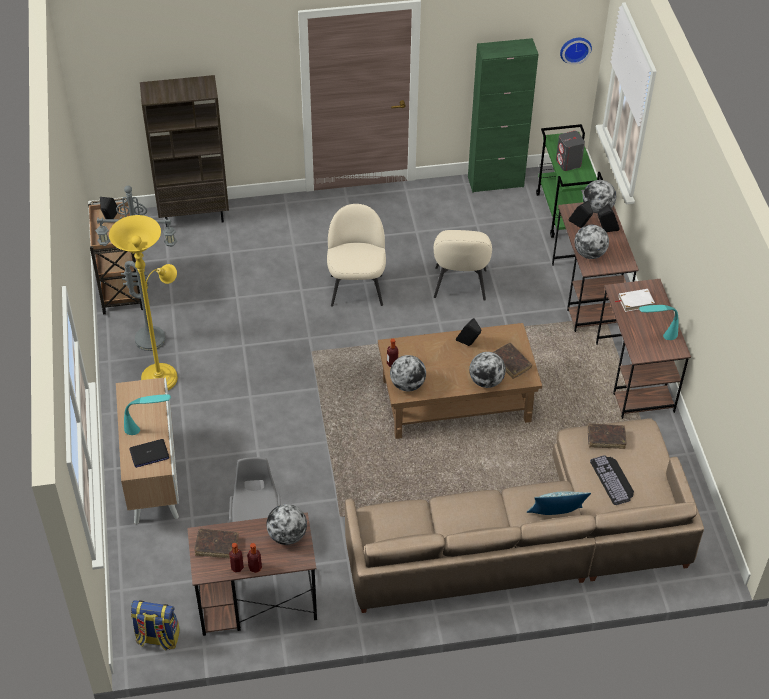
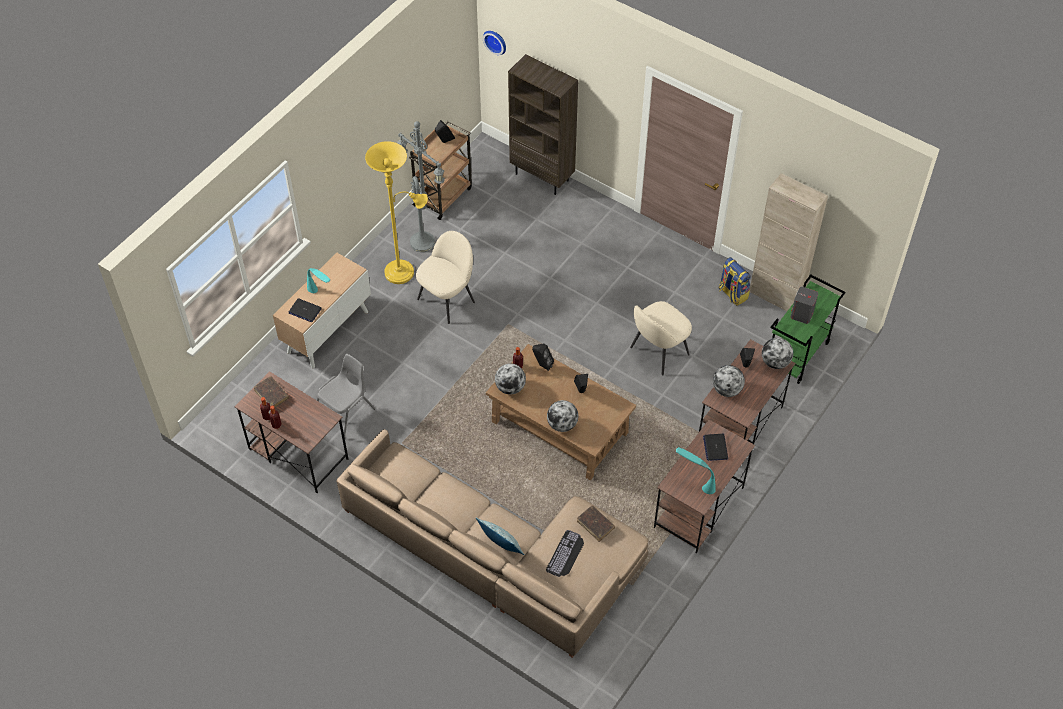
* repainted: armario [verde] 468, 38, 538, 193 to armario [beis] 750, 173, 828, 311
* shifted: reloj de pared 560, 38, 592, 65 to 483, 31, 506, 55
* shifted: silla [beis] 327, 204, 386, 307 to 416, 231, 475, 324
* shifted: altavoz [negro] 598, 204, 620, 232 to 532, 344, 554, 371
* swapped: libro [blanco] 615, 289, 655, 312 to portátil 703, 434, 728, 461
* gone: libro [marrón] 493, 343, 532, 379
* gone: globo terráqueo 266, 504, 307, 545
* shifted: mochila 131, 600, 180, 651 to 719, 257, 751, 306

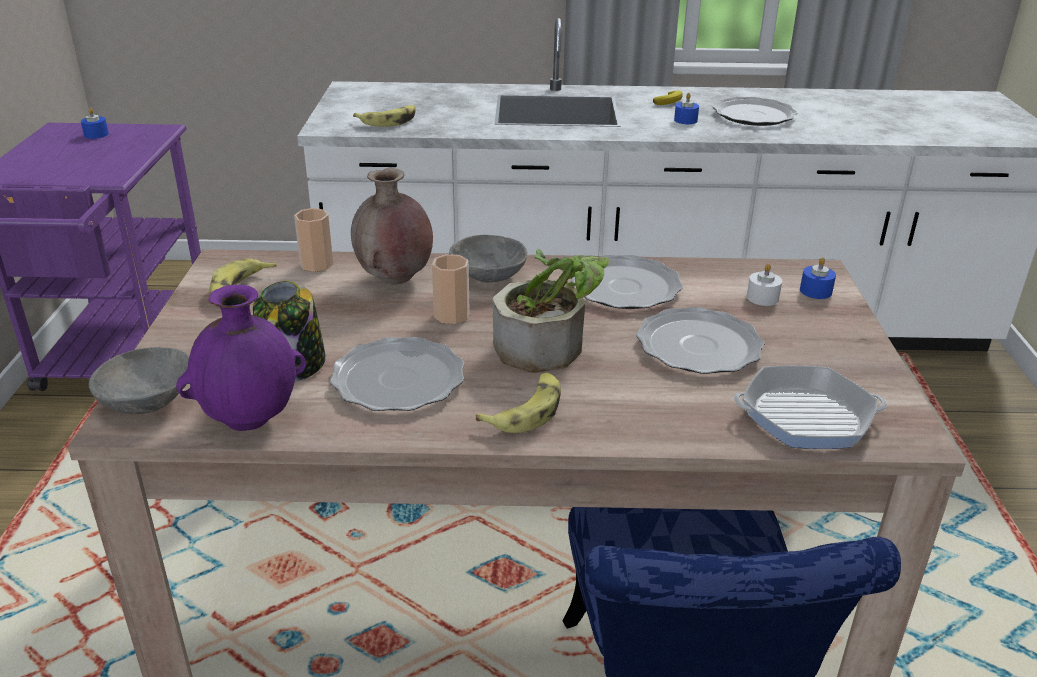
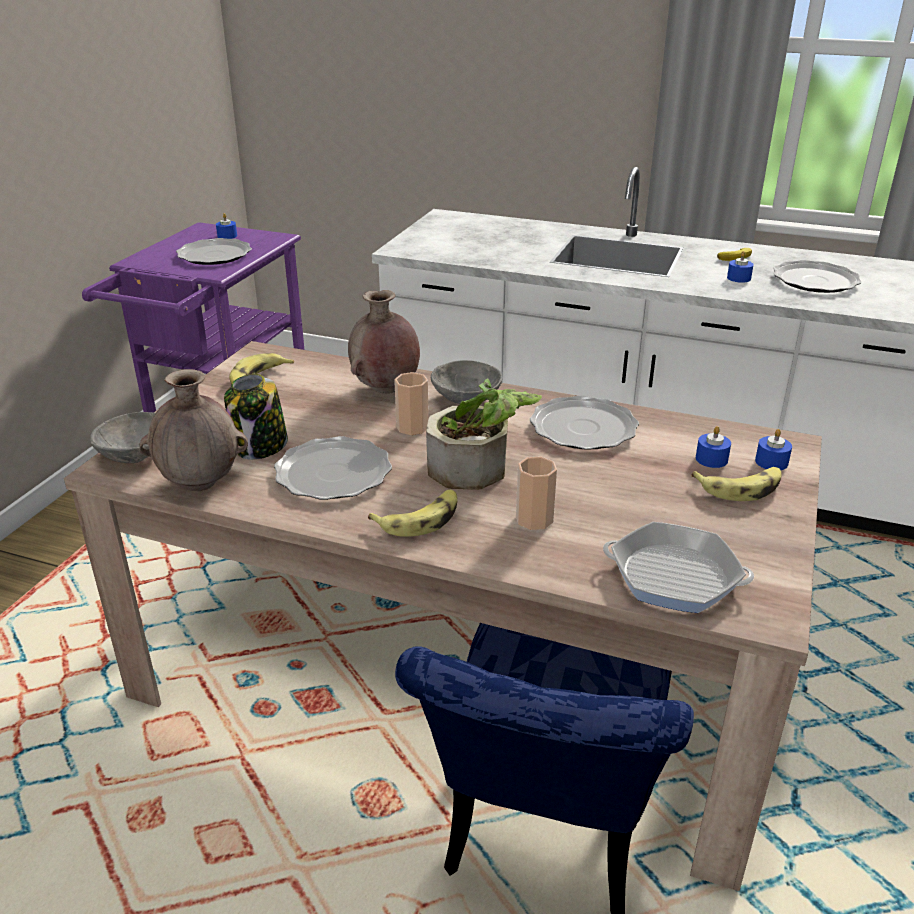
* shifted: plátano 353, 105, 416, 127 to 691, 467, 782, 501
* shifted: taza 294, 208, 333, 272 to 516, 456, 557, 530
* repainted: vela [blanco] 747, 263, 782, 306 to vela [azul] 696, 426, 731, 468
* repainted: florero [morado] 176, 285, 307, 431 to florero [marrón] 140, 369, 248, 491
* shifted: plato 636, 307, 765, 374 to 176, 238, 252, 265

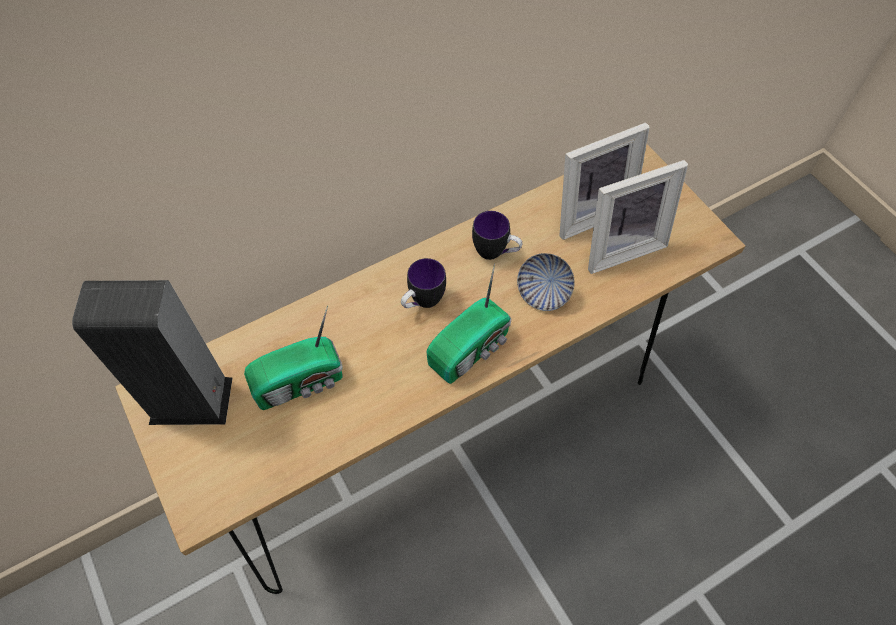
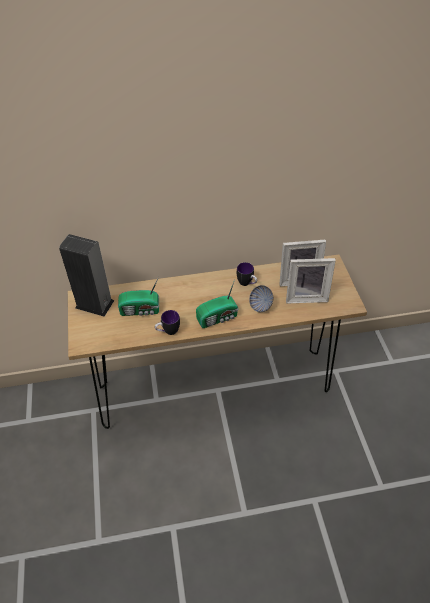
* shifted: taza grande 401, 258, 446, 308 to 155, 310, 180, 335

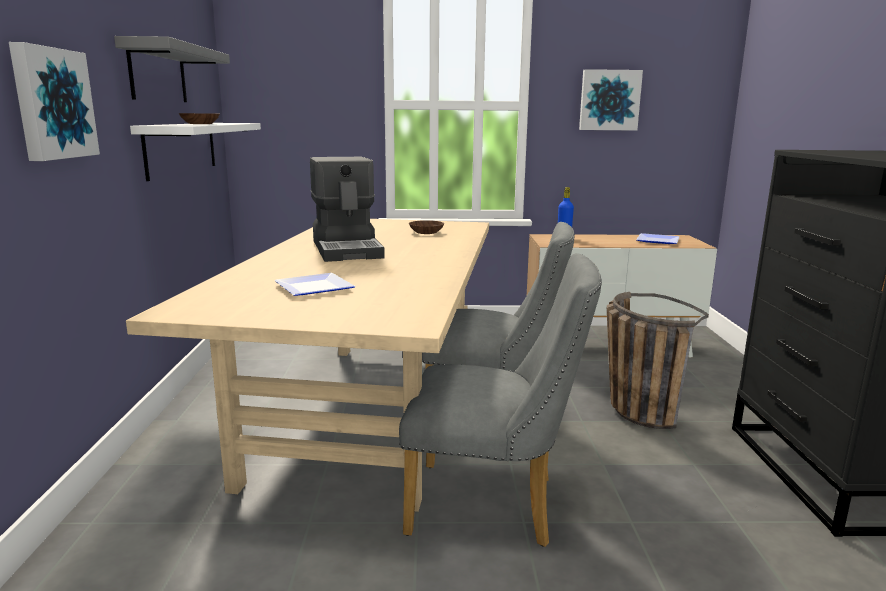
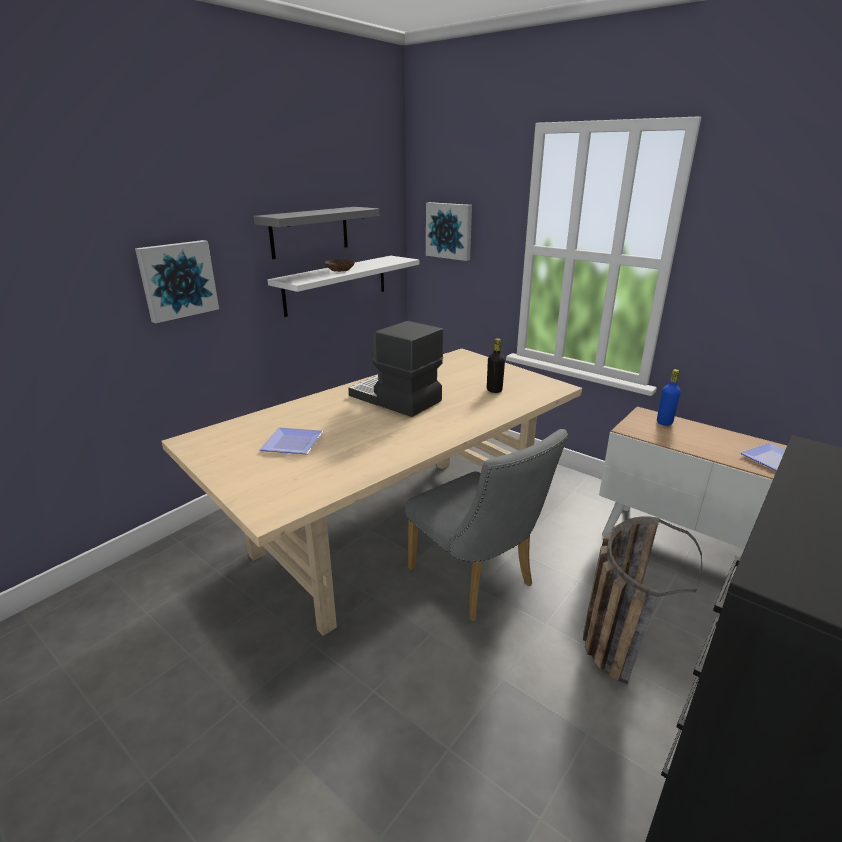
* shifted: cuadro 579, 69, 643, 131 to 426, 202, 472, 261
* rotated: cafetera 310, 157, 385, 262 = 348, 321, 443, 417 105 degrees clockwise
* swapped: cuenco [marrón] 409, 220, 444, 234 to botella [negro] 487, 338, 505, 393
* gone: silla [gris] 399, 253, 602, 547

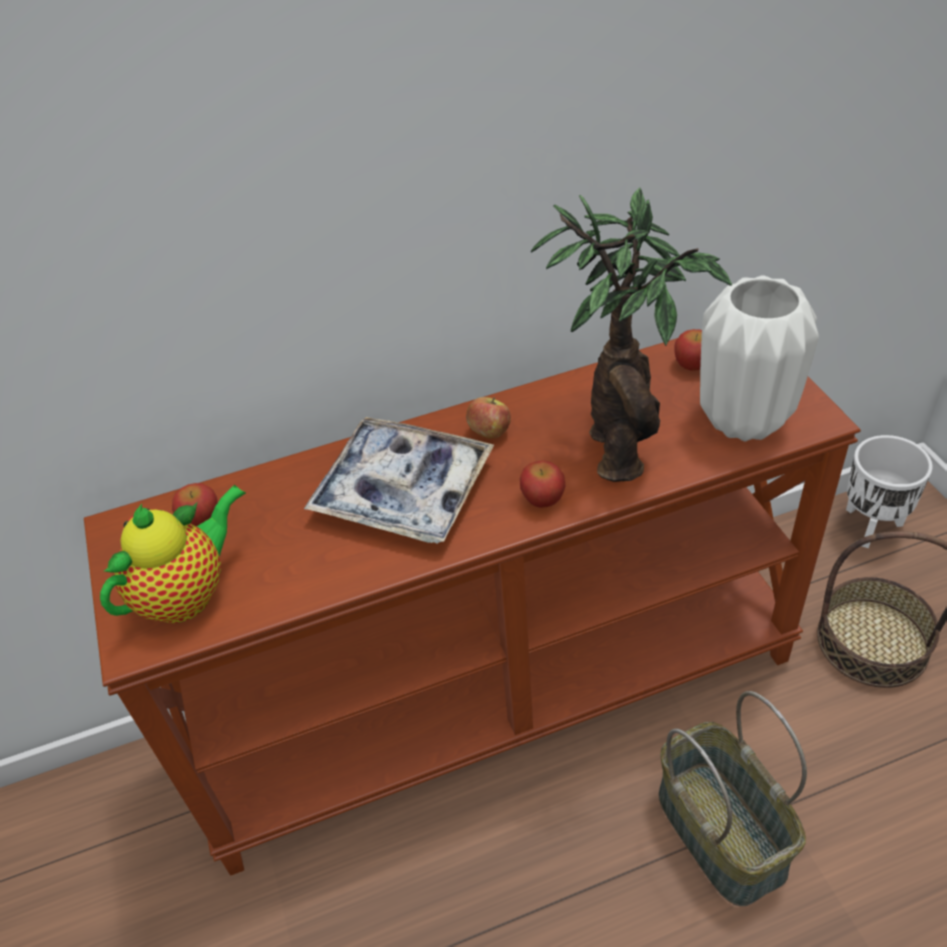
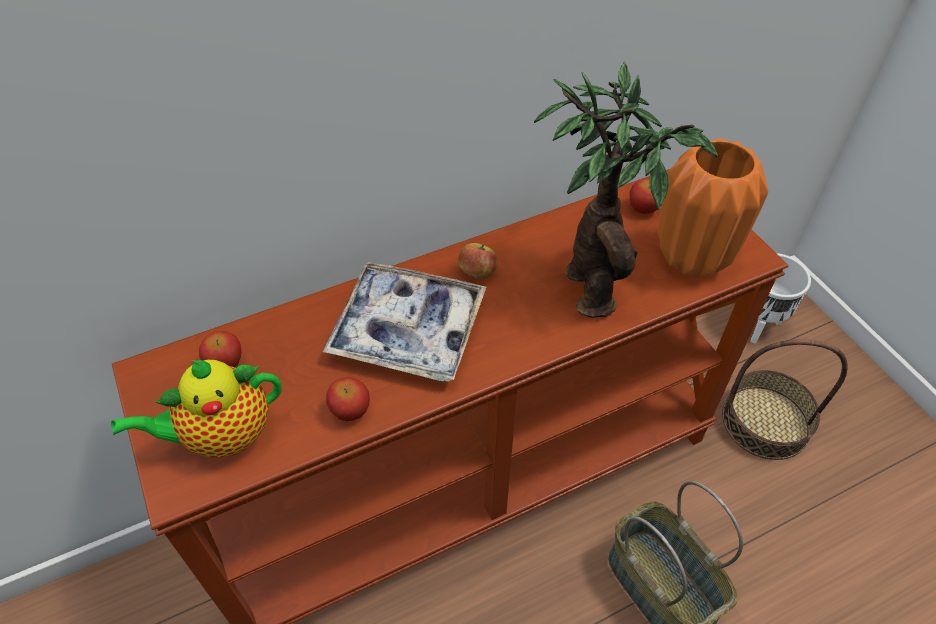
* repainted: florero [blanco] 700, 275, 819, 442 to florero [naranja] 658, 138, 769, 278
* shifted: manzana 520, 460, 565, 508 to 326, 377, 370, 421
* rotated: tetera 100, 485, 246, 623 = 111, 360, 282, 458 150 degrees counterclockwise

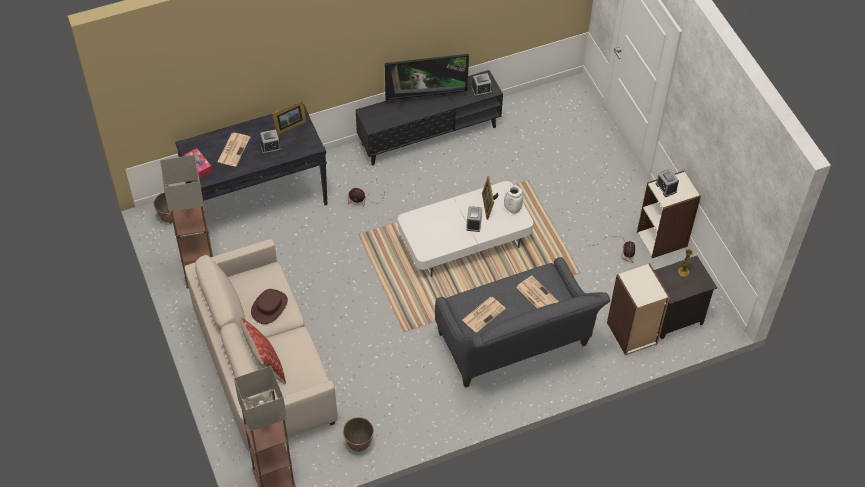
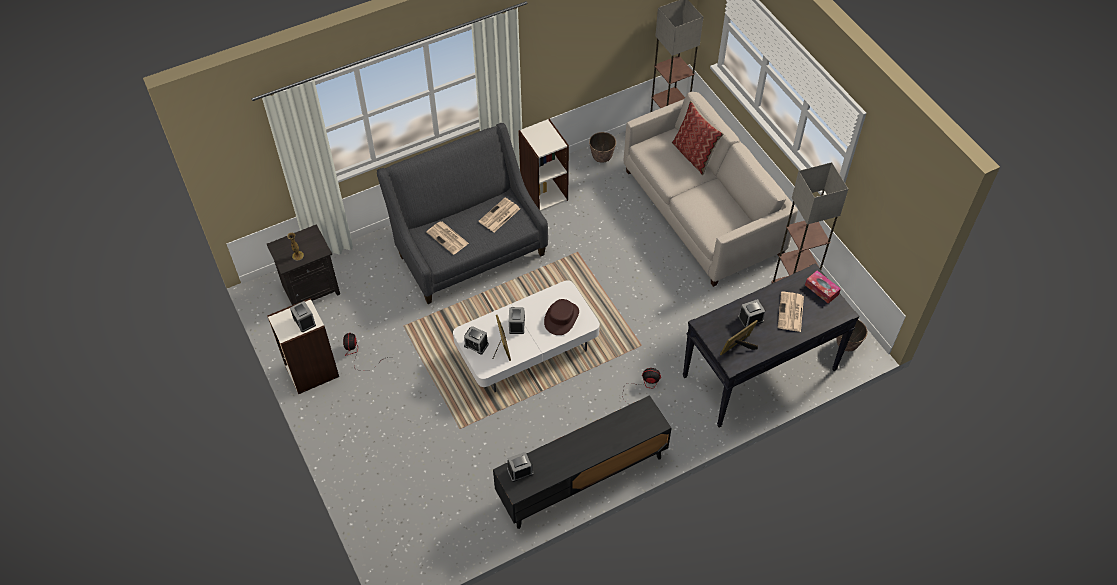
* gone: televisor 385, 54, 469, 109
* swapped: florero [blanco] 504, 185, 523, 214 to despertador 464, 326, 489, 355
* shifted: estantería 607, 263, 670, 356 to 518, 119, 569, 212
* shifted: sombrero [marrón] 251, 289, 288, 324 to 544, 299, 579, 335

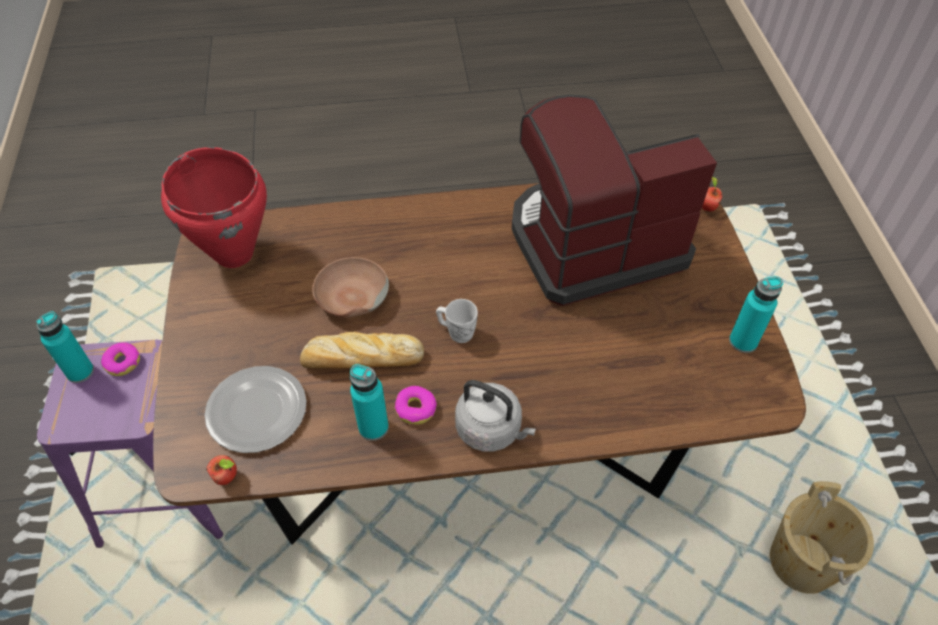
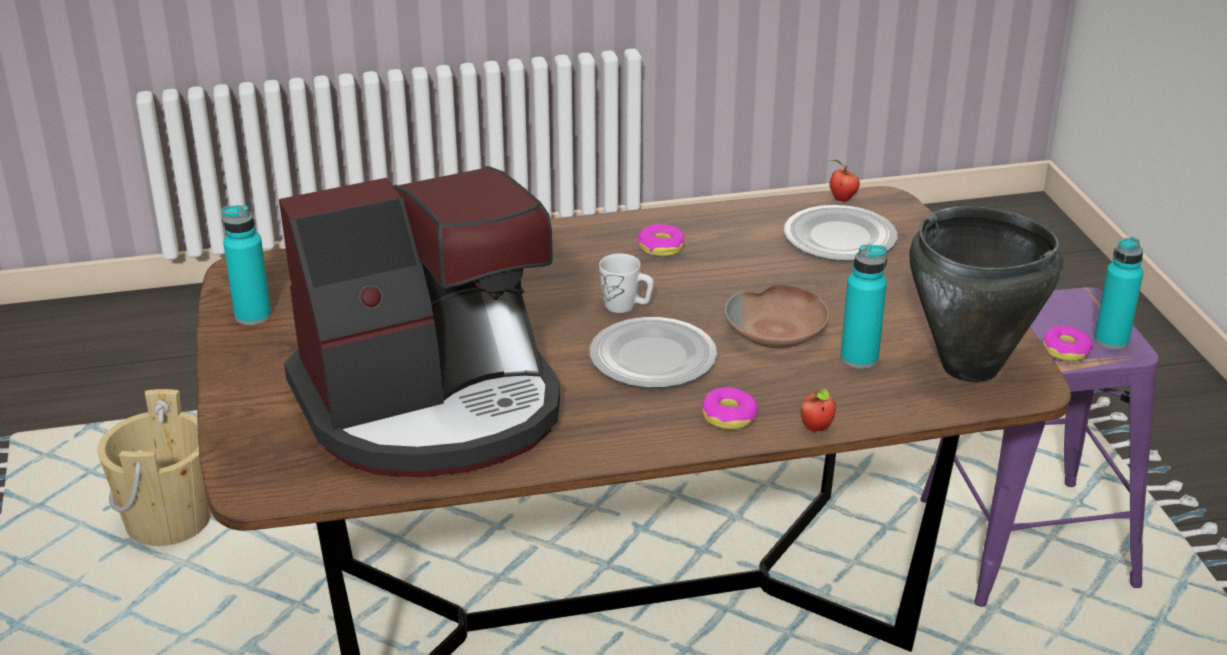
* repainted: olla [rojo] 161, 147, 267, 268 to olla [negro] 909, 206, 1063, 382
* shifted: manzana 702, 177, 722, 211 to 800, 388, 836, 432
* gone: pan 300, 332, 424, 369
* shifted: botella [turquesa] 350, 364, 389, 441 to 840, 245, 887, 369
* gone: hervidor [gris] 455, 380, 536, 452
* new: plato 590, 317, 717, 388
* new: rosquilla 701, 387, 759, 430

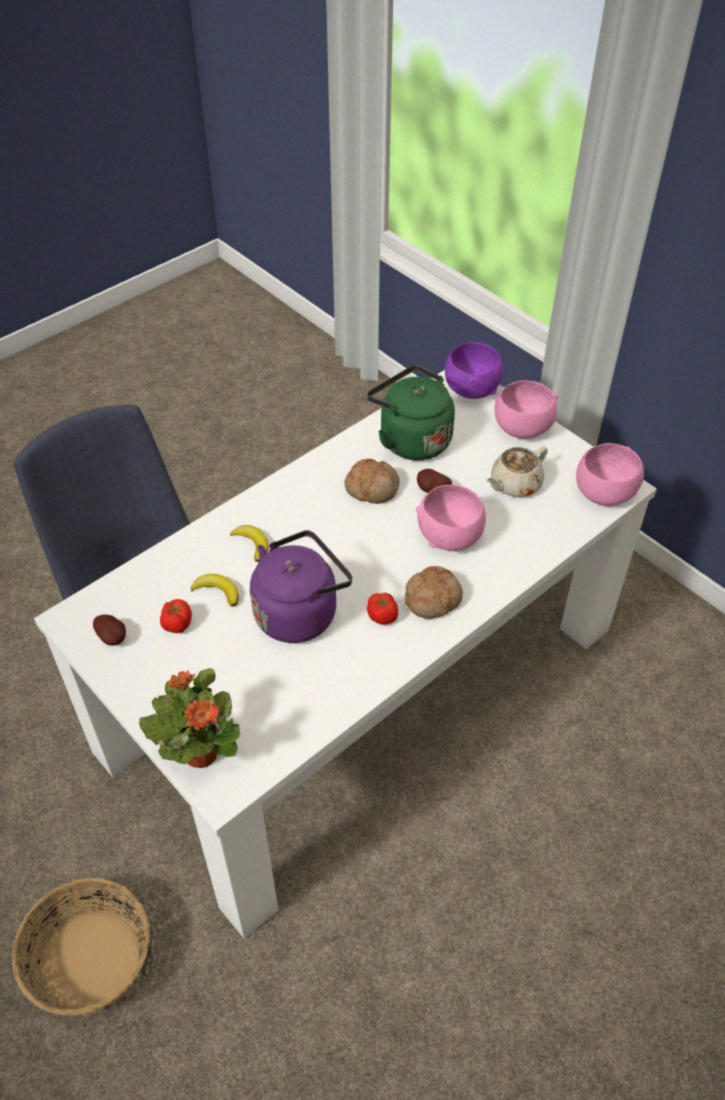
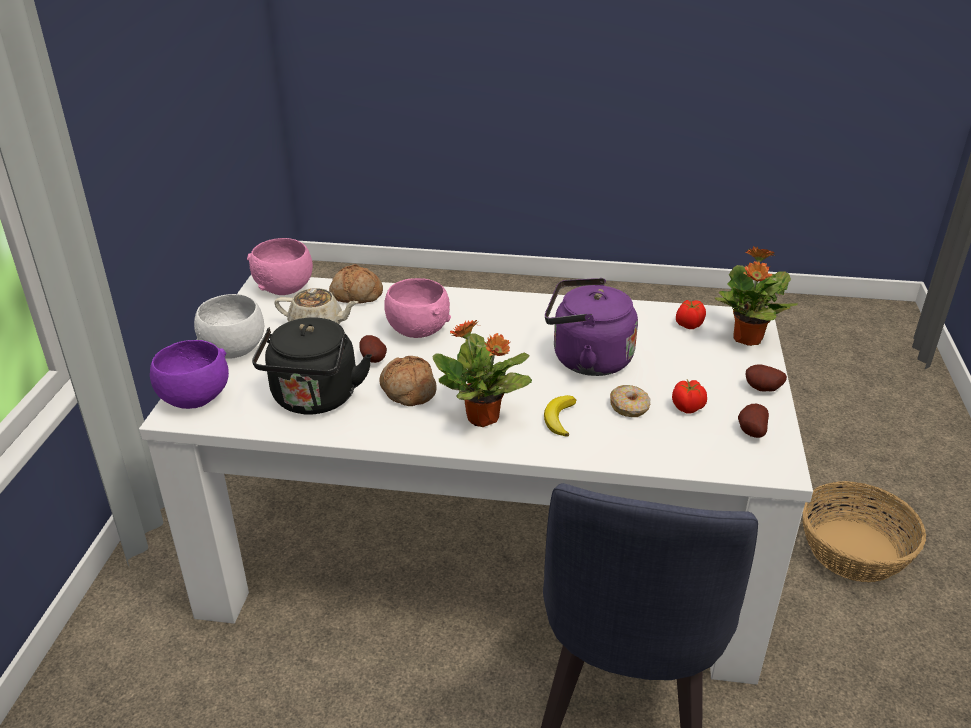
* repainted: hervidor [verde] 367, 365, 455, 460 to hervidor [negro] 252, 317, 372, 414
* repainted: cuenco [rosa] 494, 380, 558, 439 to cuenco [blanco] 194, 294, 264, 358
* shifted: pan 405, 566, 463, 619 to 329, 264, 383, 304
* swapped: plátano 191, 574, 239, 607 to rosquilla 610, 385, 650, 417
* shifted: tomate 367, 593, 398, 625 to 676, 300, 706, 329
* new: planta en maceta 432, 320, 532, 427
* new: patata 746, 364, 787, 392

